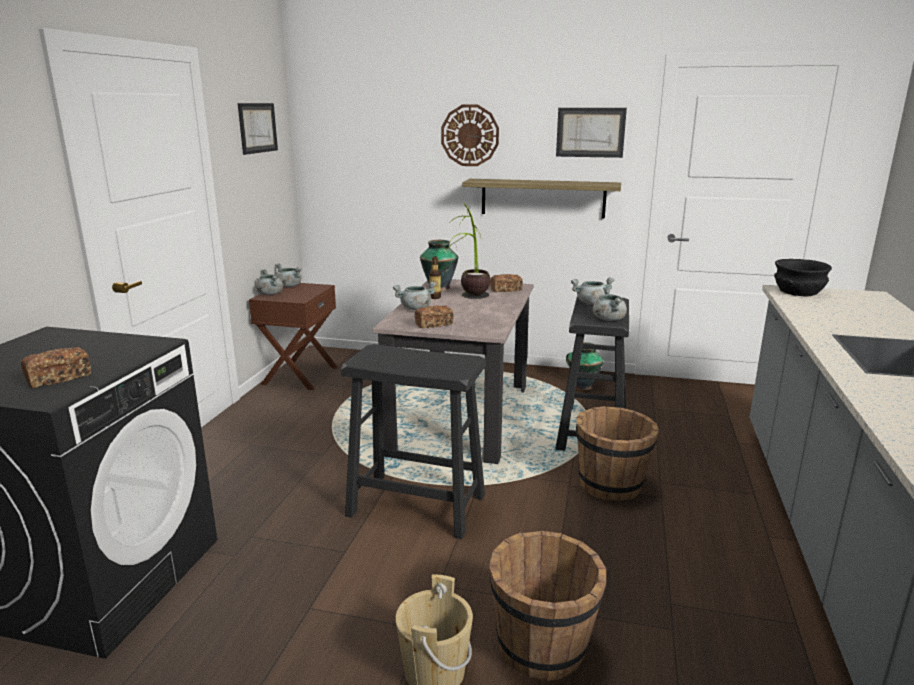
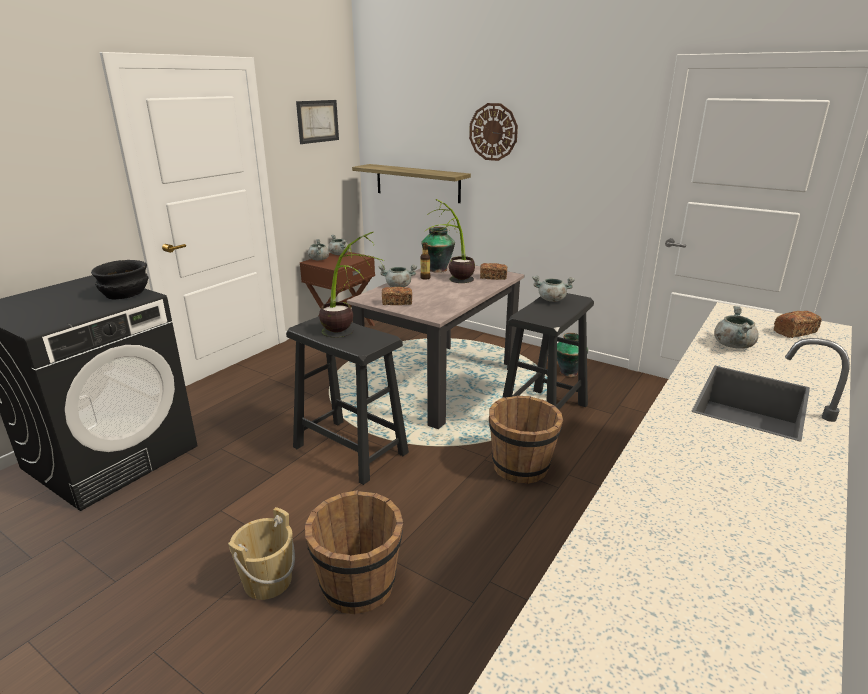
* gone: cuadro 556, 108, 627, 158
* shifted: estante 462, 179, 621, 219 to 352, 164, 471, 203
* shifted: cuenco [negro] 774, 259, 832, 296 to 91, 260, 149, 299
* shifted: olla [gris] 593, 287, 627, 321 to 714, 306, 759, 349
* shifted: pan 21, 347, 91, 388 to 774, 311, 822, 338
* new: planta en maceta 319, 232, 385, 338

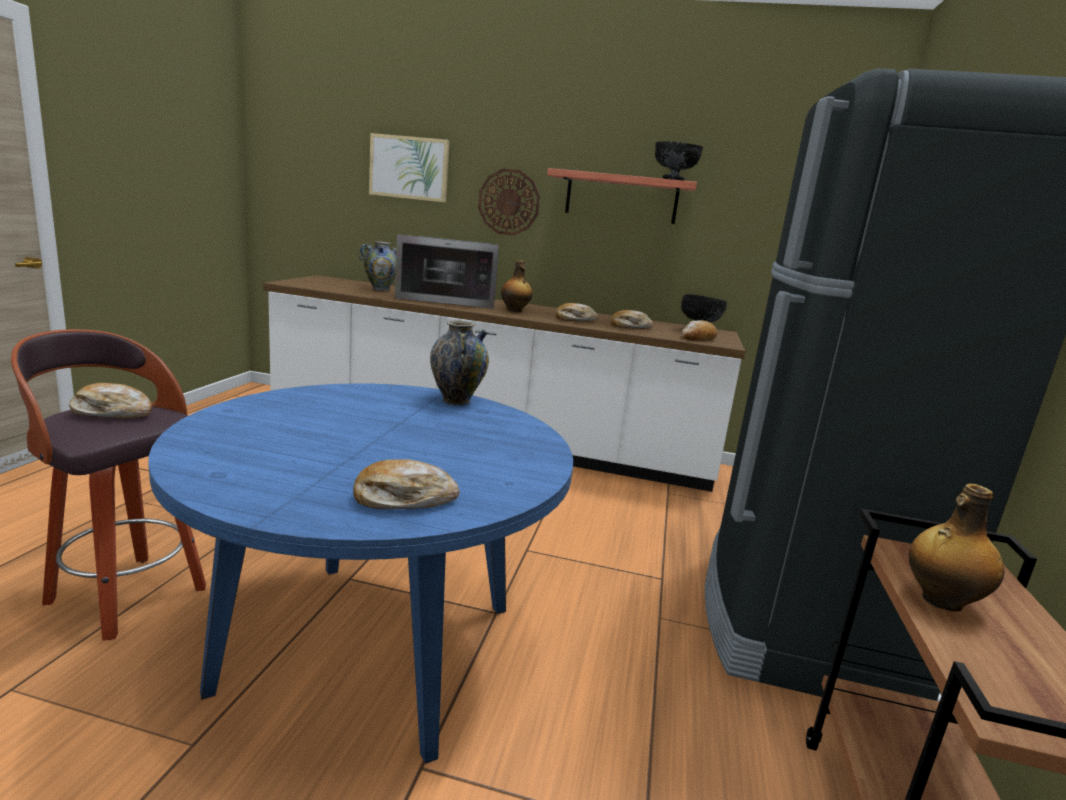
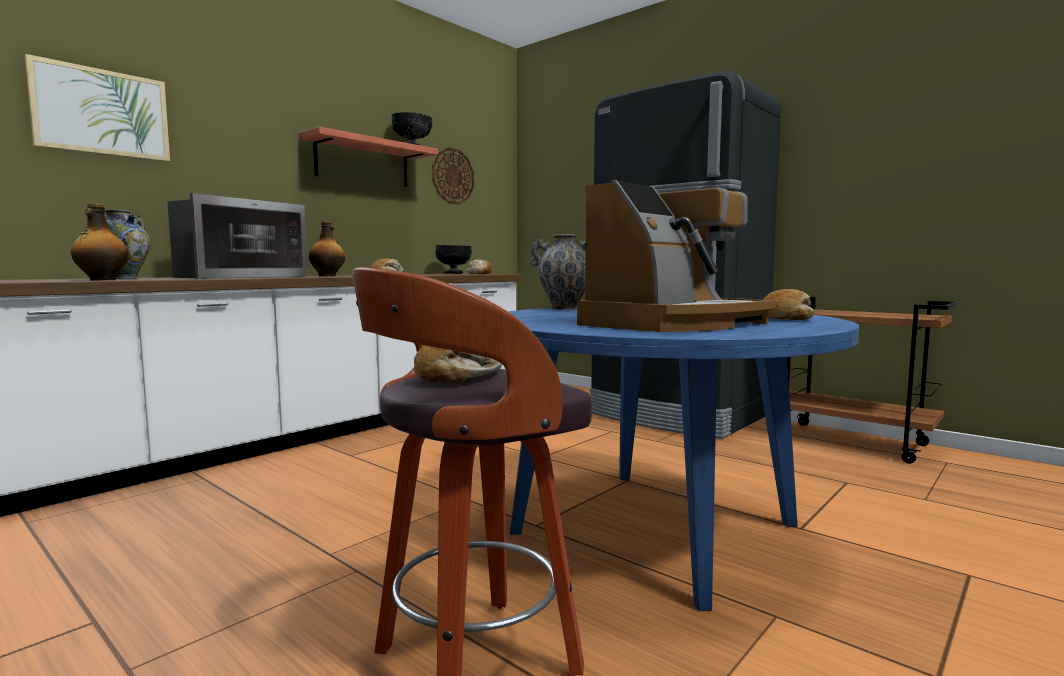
* shifted: reloj de pared 478, 169, 540, 236 to 432, 147, 474, 205
* gone: pan 610, 310, 653, 329
* shifted: botella 909, 483, 1004, 612 to 71, 204, 129, 280
* new: cafetera 577, 180, 776, 332

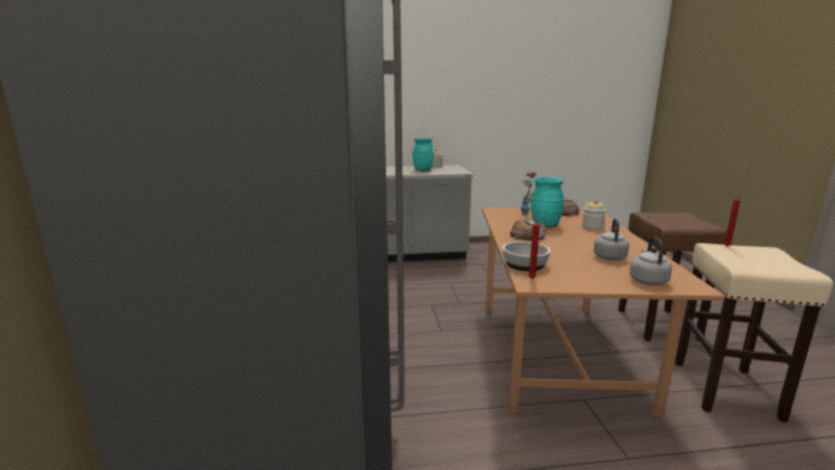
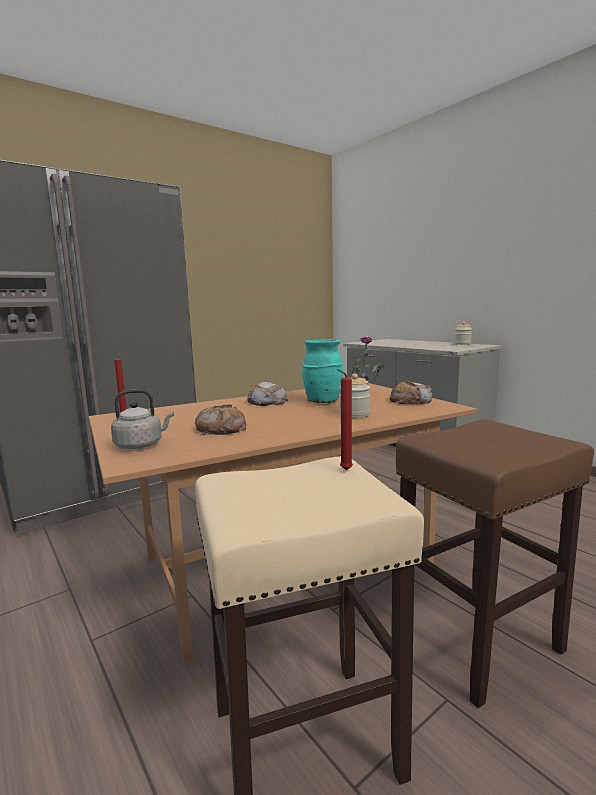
* gone: florero [turquesa] 412, 138, 434, 171
* swapped: hervidor [gris] 594, 219, 629, 260 to pan 195, 404, 246, 435
* gone: cuenco 502, 242, 551, 271

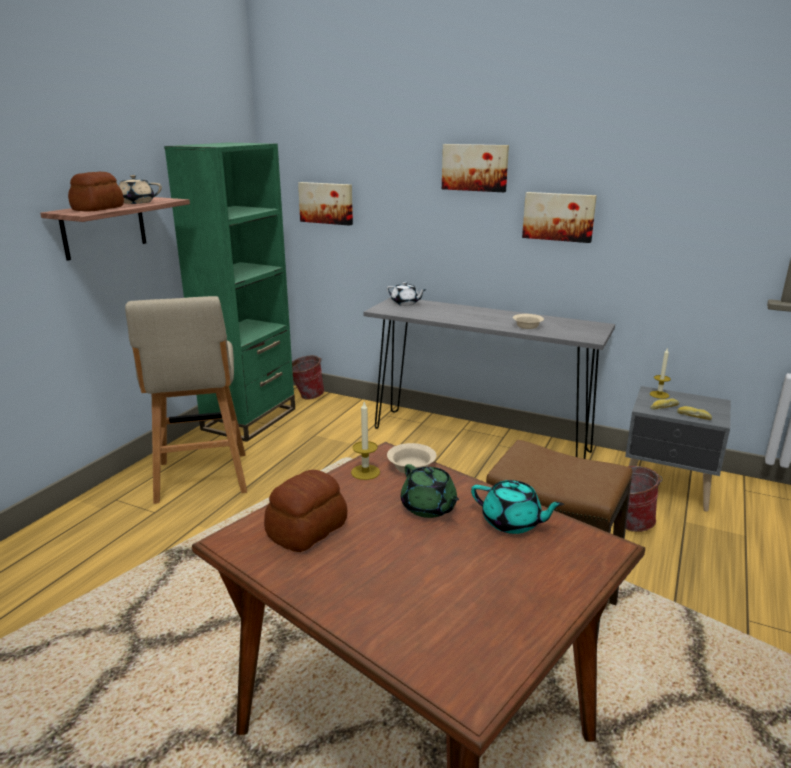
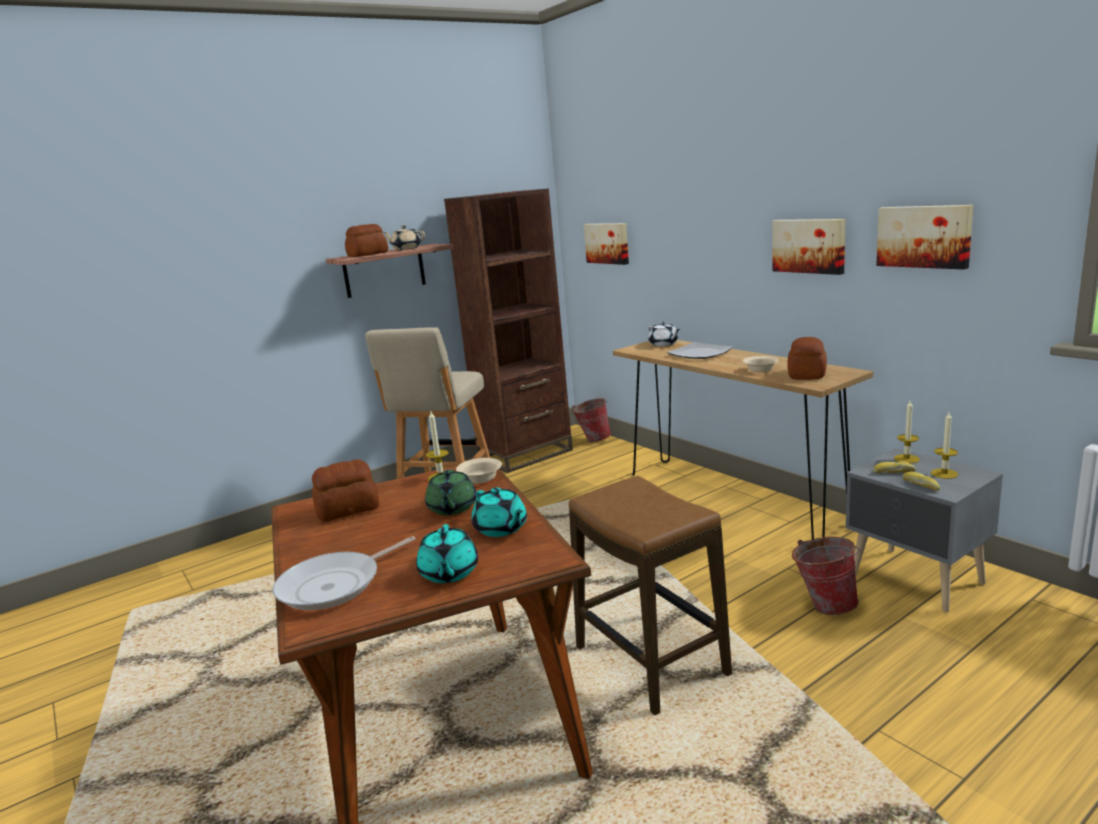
* repainted: estantería [verde] 164, 143, 295, 442 to estantería [marrón] 444, 188, 573, 473
* shifted: cuadro 442, 144, 509, 192 to 876, 205, 974, 269
* repainted: mesa consola [gris] 364, 297, 615, 459 to mesa consola [marrón] 613, 340, 873, 540
* new: pan 787, 337, 827, 380
* new: plato 667, 342, 733, 359
* new: vela 931, 412, 958, 479
* new: tetera [turquesa] 416, 524, 478, 583
* new: sartén 273, 536, 416, 610

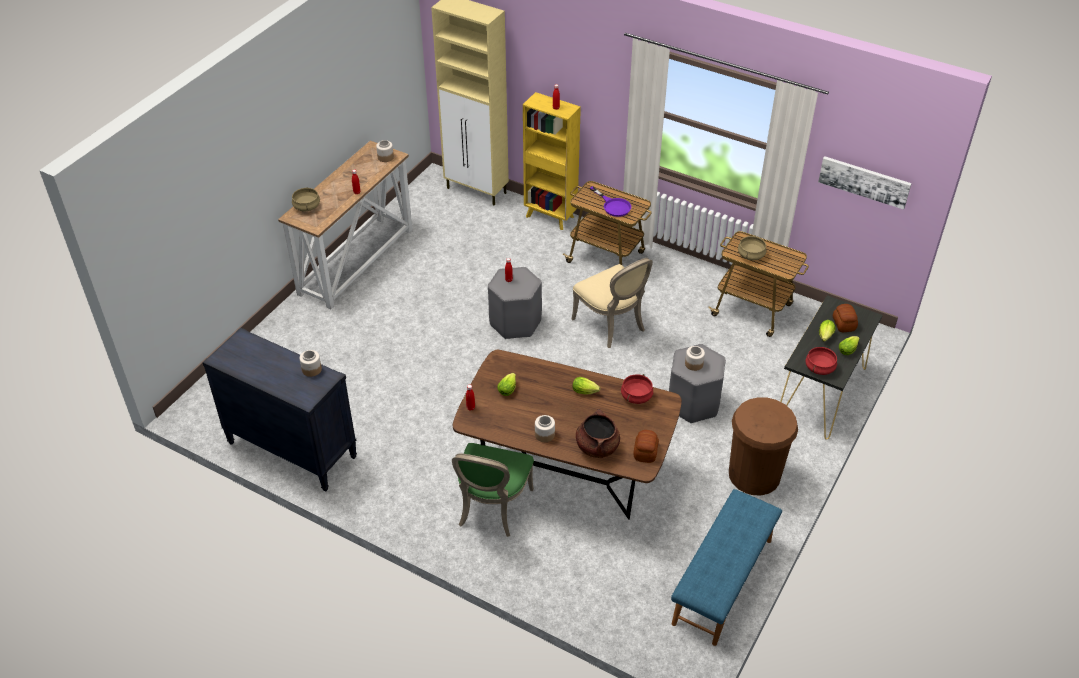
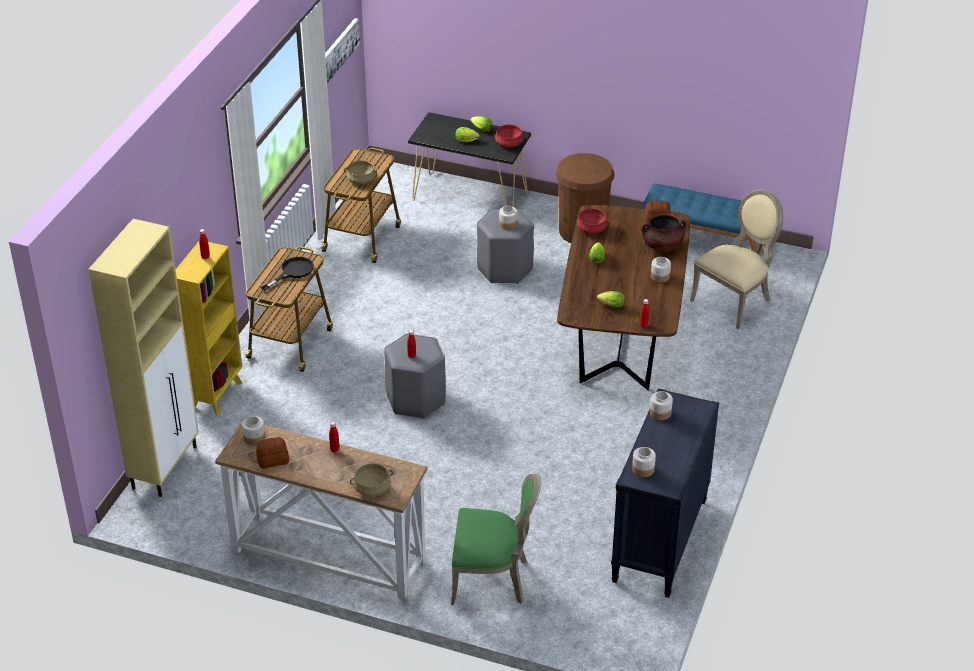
* repainted: sartén [morado] 590, 186, 631, 217 to sartén [negro] 261, 257, 314, 291
* shifted: silla [beis] 572, 258, 653, 348 to 690, 189, 783, 330
* shifted: pan 833, 304, 858, 332 to 256, 437, 289, 469
* shifted: silla [verde] 452, 443, 534, 537 to 451, 473, 541, 605
* new: tarro 632, 447, 656, 477

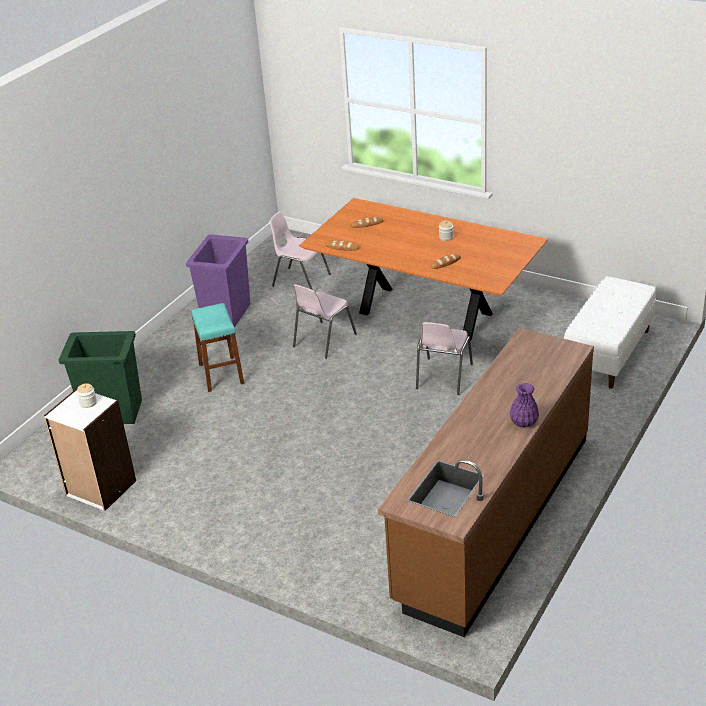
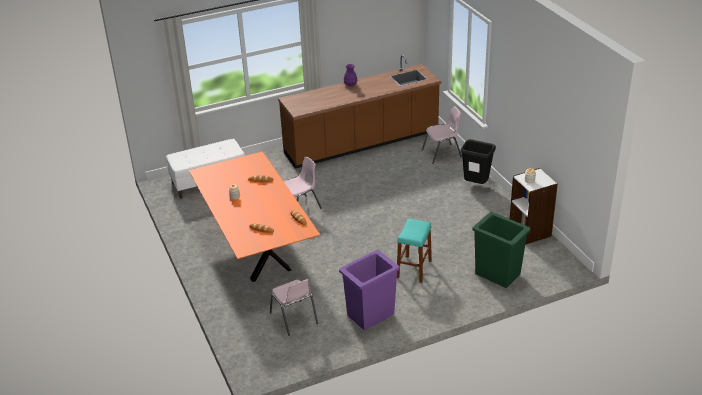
* shifted: silla [rosa] 293, 284, 357, 359 to 422, 106, 462, 164
* new: papelera [negro] 461, 139, 496, 184

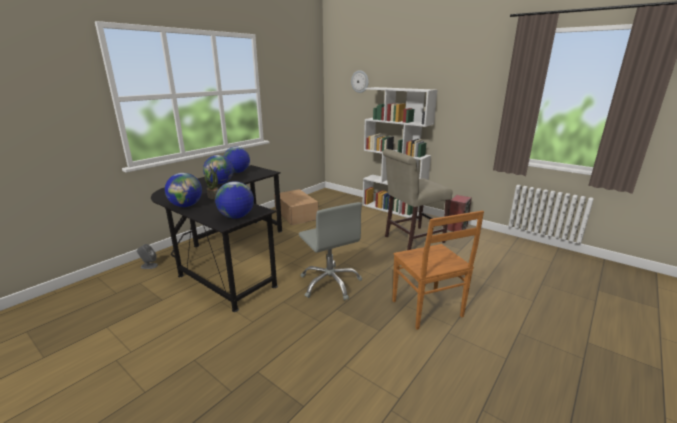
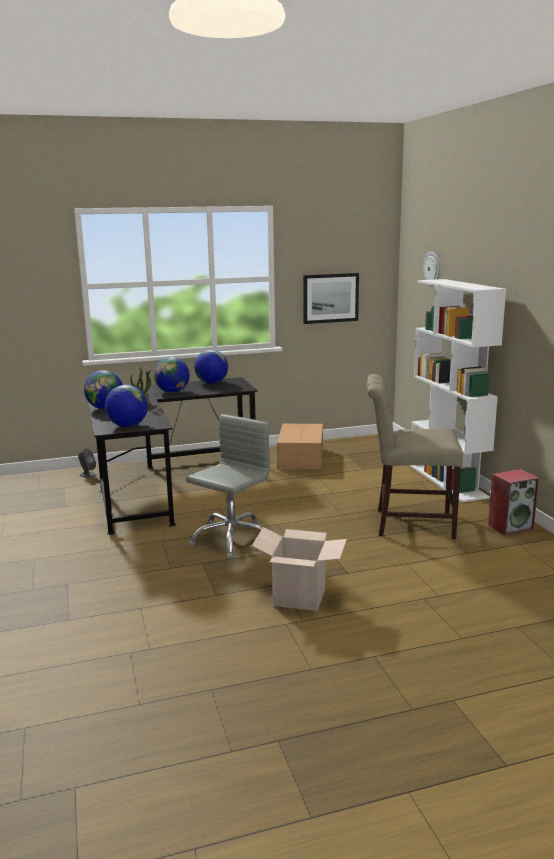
* rotated: silla de oficina [gris] 299, 202, 362, 300 = 186, 414, 270, 559 150 degrees counterclockwise
* swapped: silla [marrón] 392, 210, 484, 330 to caja de cartón 252, 527, 347, 611
* new: cuadro 303, 273, 359, 324

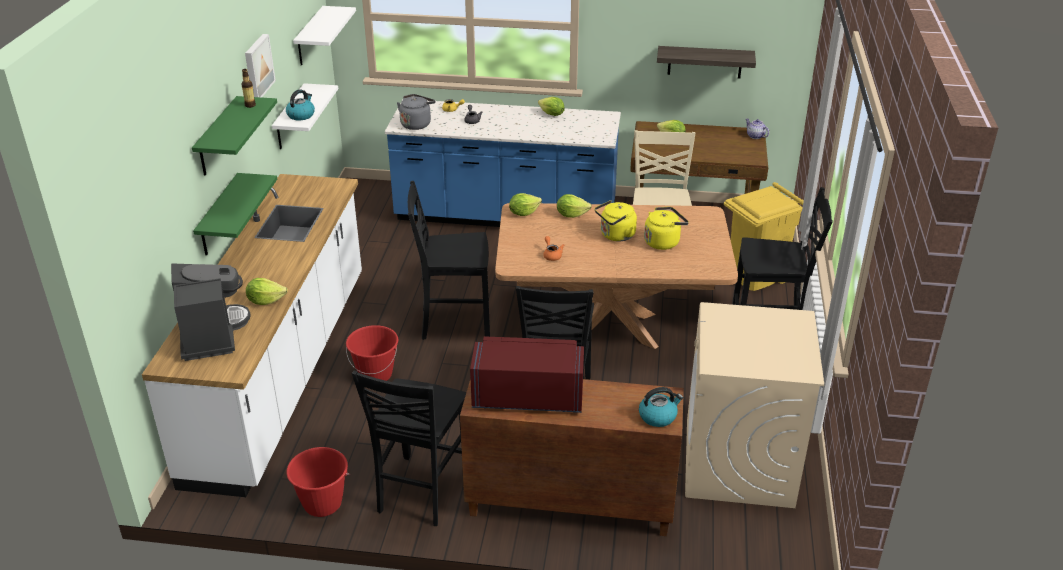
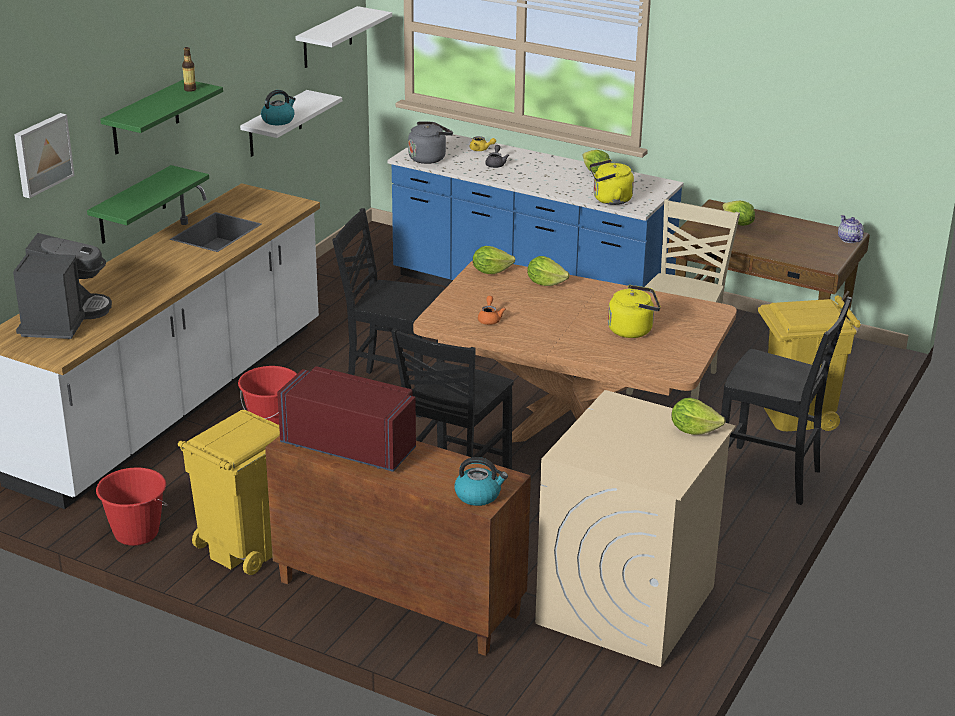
* shifted: cuadro 245, 34, 276, 98 to 14, 113, 75, 198
* gone: estante 657, 46, 756, 79
* shifted: hervidor [amarillo] 595, 200, 637, 242 to 589, 159, 634, 205
* shifted: lechuga 246, 278, 288, 305 to 672, 398, 725, 435
* swapped: silla [negro] 352, 370, 466, 526 to papelera [amarillo] 178, 410, 280, 575

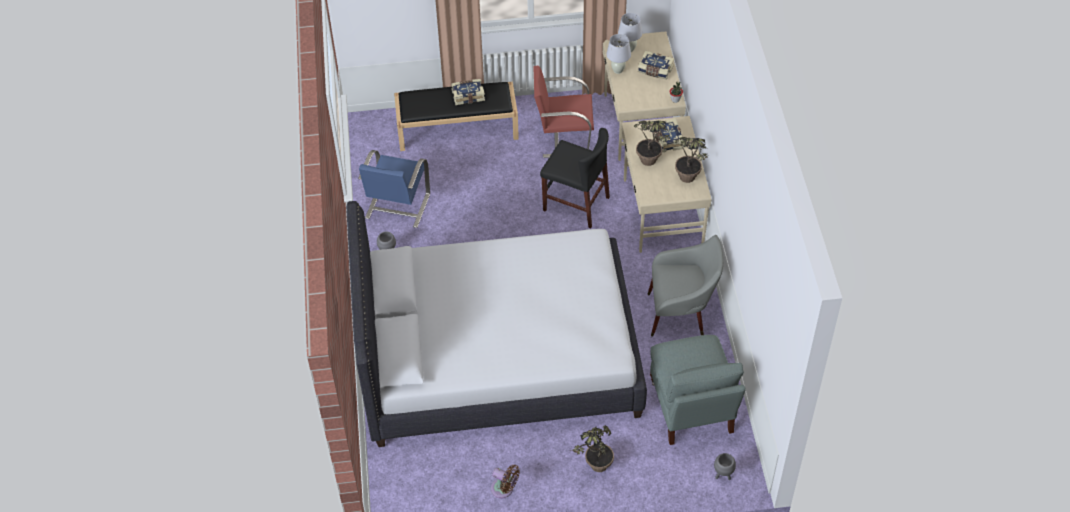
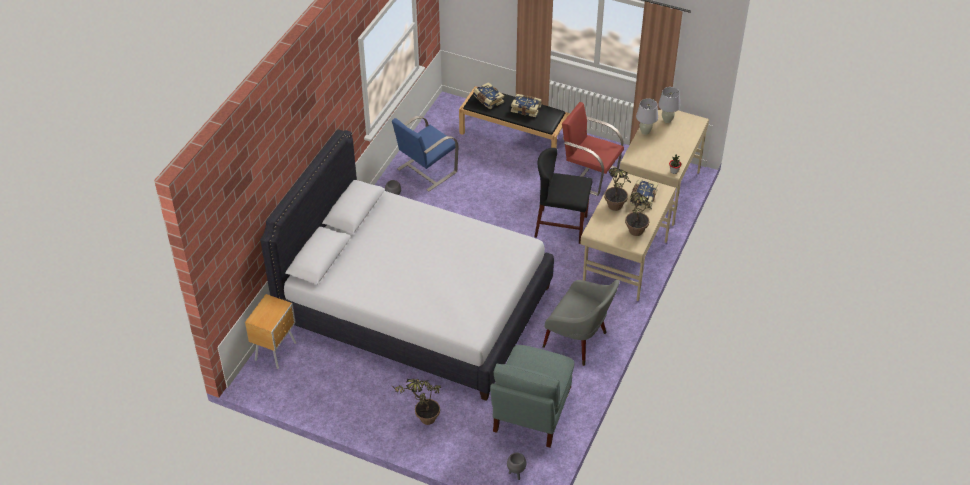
* shifted: libro 638, 51, 674, 80 to 473, 82, 504, 109
* rotated: silla [negro] 540, 128, 610, 228 = 535, 148, 592, 244 135 degrees clockwise
* gone: ventilador [marrón] 491, 465, 520, 498
* new: mesita de noche [marrón] 245, 294, 296, 369

